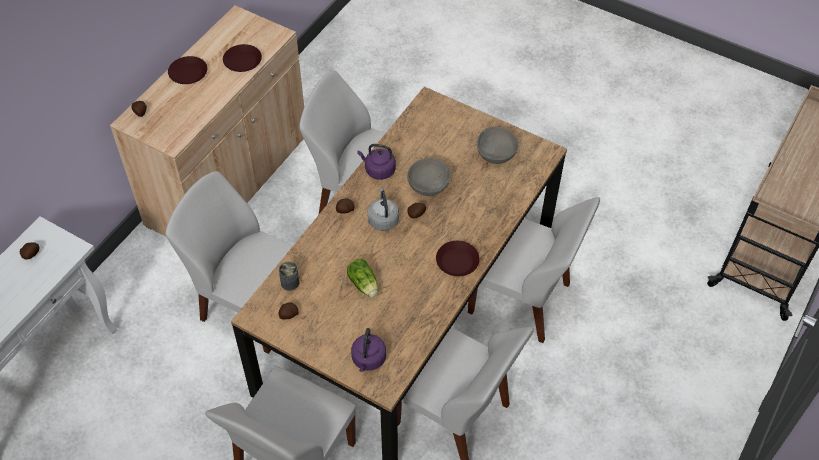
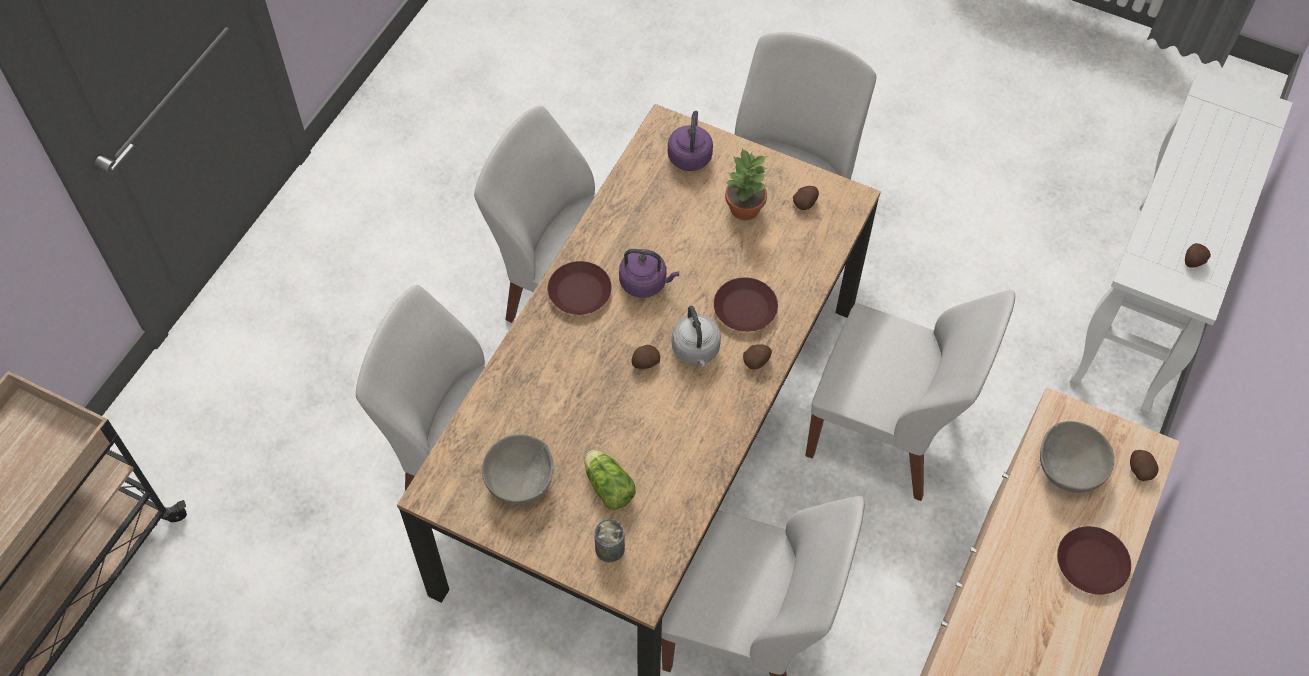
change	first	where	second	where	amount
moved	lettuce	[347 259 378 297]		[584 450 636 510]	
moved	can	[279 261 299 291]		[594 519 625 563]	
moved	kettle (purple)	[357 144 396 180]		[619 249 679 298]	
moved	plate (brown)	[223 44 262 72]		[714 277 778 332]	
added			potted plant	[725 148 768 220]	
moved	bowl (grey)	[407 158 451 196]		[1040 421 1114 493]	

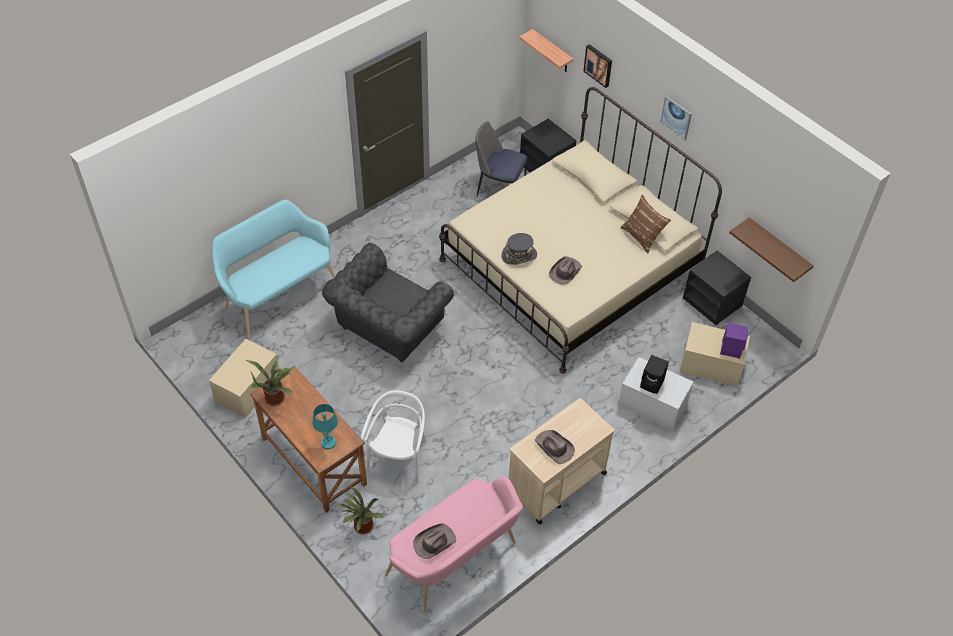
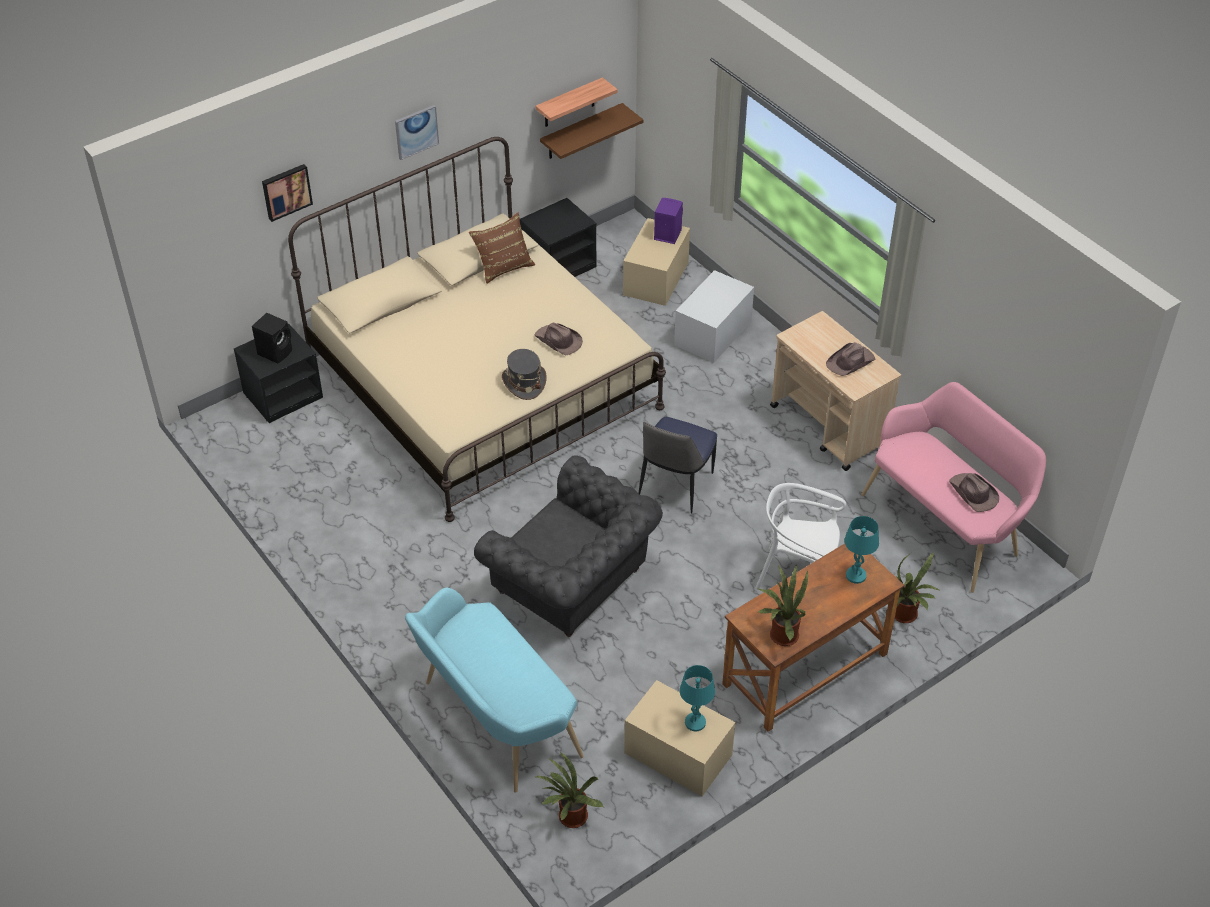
change	first	where	second	where	amount
moved	speaker (black)	[640 355 669 394]		[252 313 292 364]	
added			potted plant	[535 752 603 828]	
moved	shelf	[519 29 573 72]		[536 77 618 127]	
moved	chair	[475 121 528 197]		[638 417 717 514]	
added			table lamp (turquoise)	[680 665 715 731]	

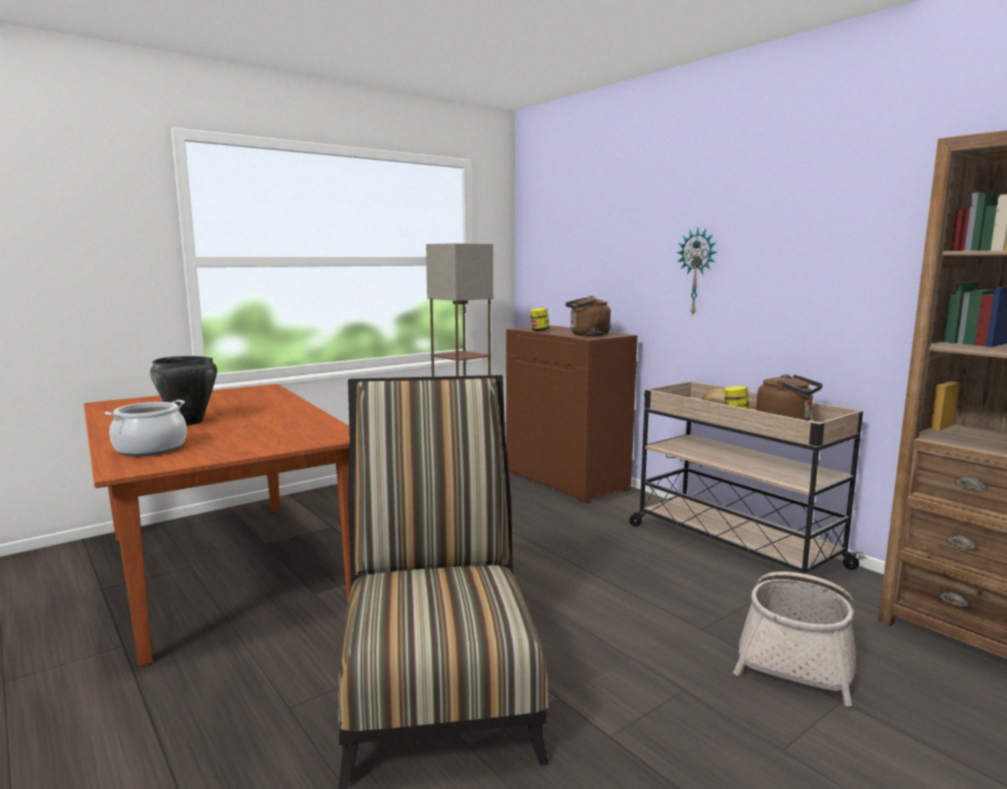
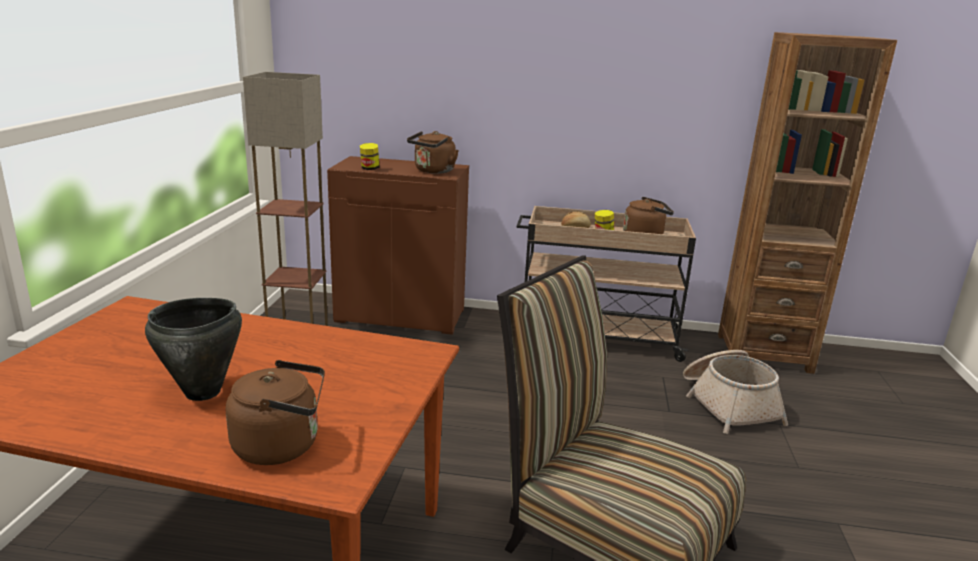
change	first	where	second	where	amount
replaced	cooking pot	[105 400 187 456]	kettle (brown)	[226 360 325 465]	
removed	wall clock	[677 228 718 317]			

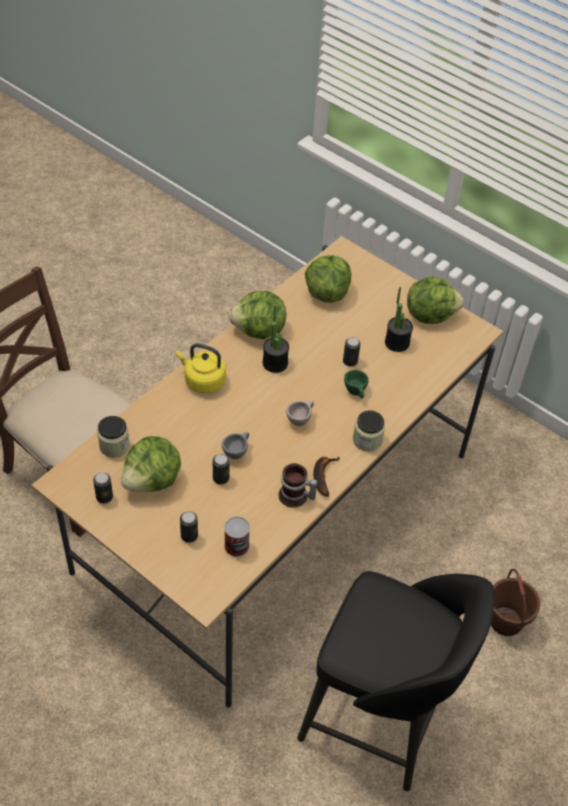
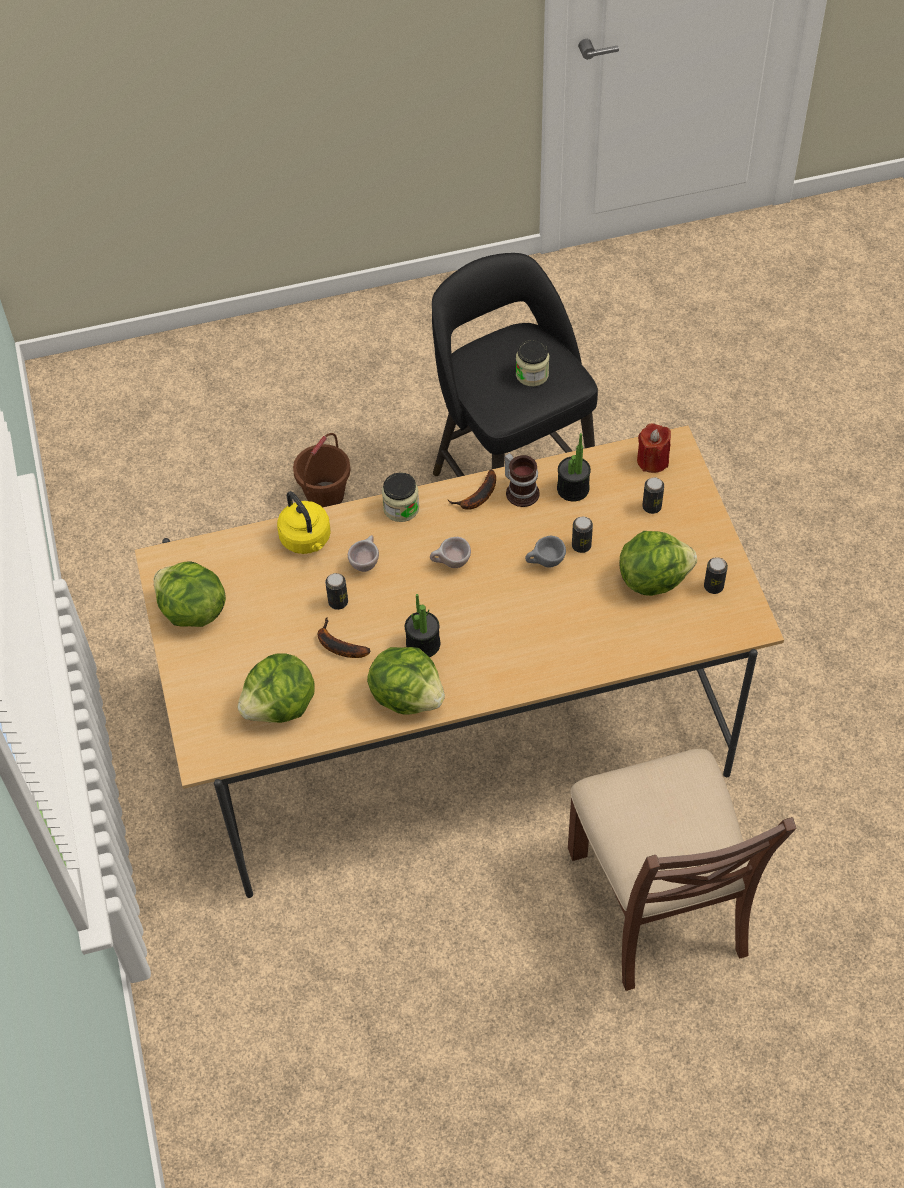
change	first	where	second	where	amount
moved	kettle (yellow)	[176 343 226 393]		[277 491 331 554]	
added			banana	[317 617 371 658]	
recoloured	cup (green)	[344 370 369 398]	cup (beige)	[348 535 379 572]	
moved	jar	[97 416 130 457]		[516 340 550 386]	
moved	potted plant	[385 287 413 352]		[557 433 591 502]	
added			candle (red)	[637 424 671 473]	
removed	can	[224 517 250 557]			

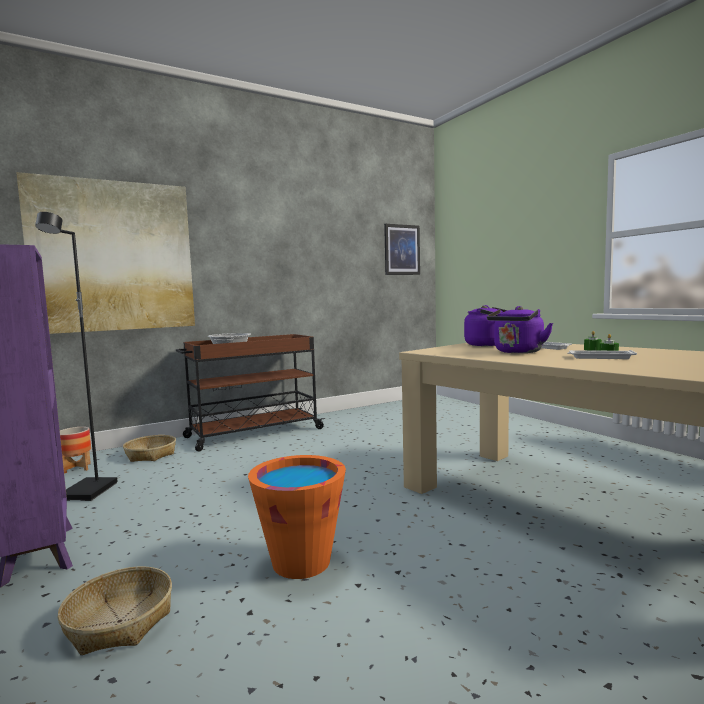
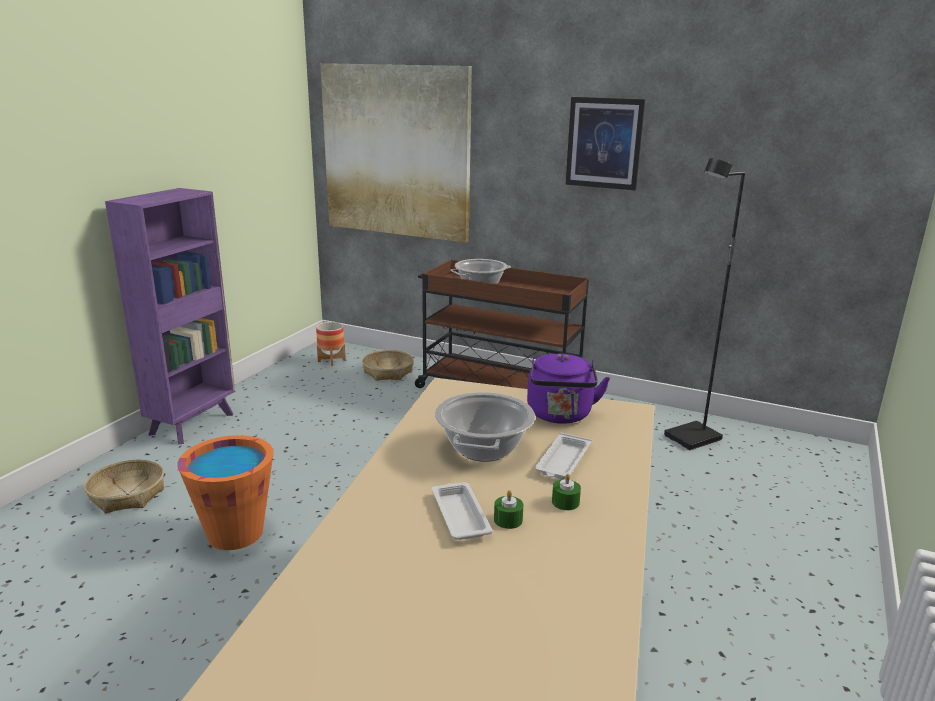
change	first	where	second	where	amount
replaced	kettle (purple)	[487 306 553 353]	cooking pot	[435 392 535 462]	
moved	picture	[384 224 420 275]		[565 97 645 190]	
moved	floor lamp (black)	[35 212 118 501]		[664 158 745 450]	

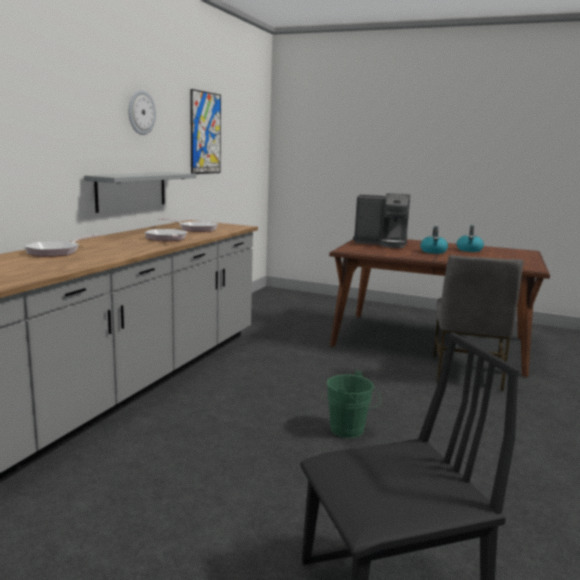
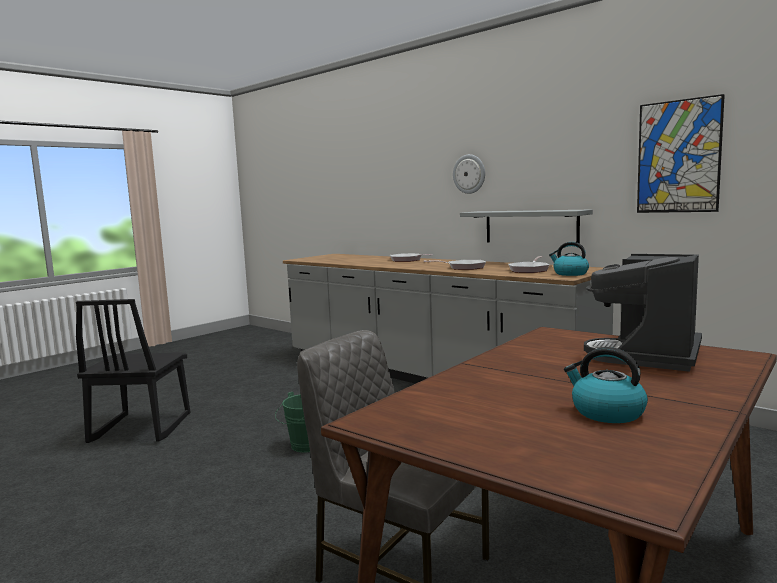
change	first	where	second	where	amount
moved	wall clock	[128 90 156 135]		[453 154 485 194]	
moved	kettle	[420 226 448 254]		[549 242 589 276]	

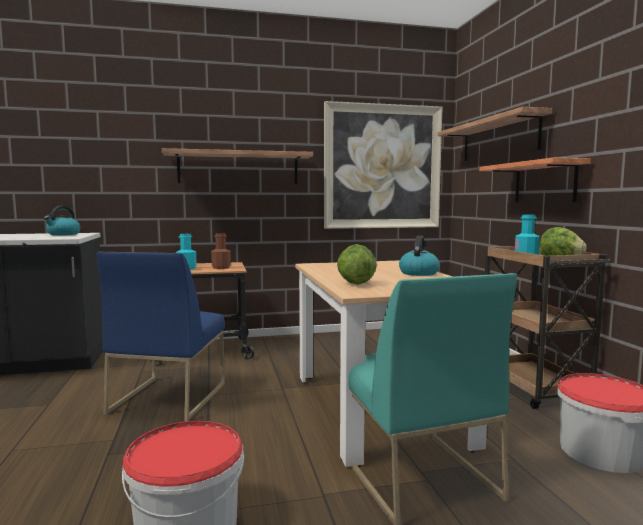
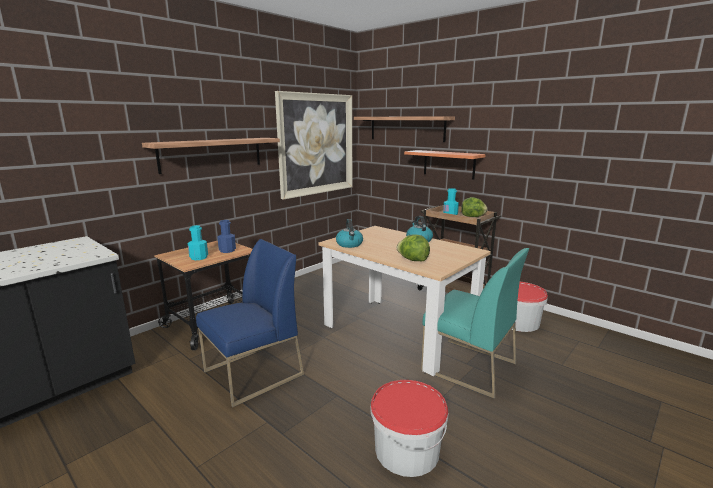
change	first	where	second	where	amount
turned	chair (blue)	[97 251 225 422]		[196 239 304 407]	105 degrees counterclockwise
recoloured	bottle (brown)	[211 233 231 269]	bottle (blue)	[217 220 236 253]	
moved	kettle	[44 206 80 235]		[336 219 363 248]	

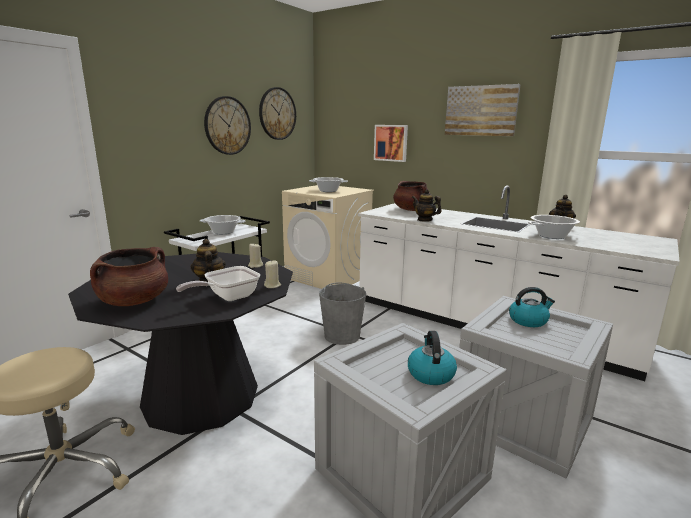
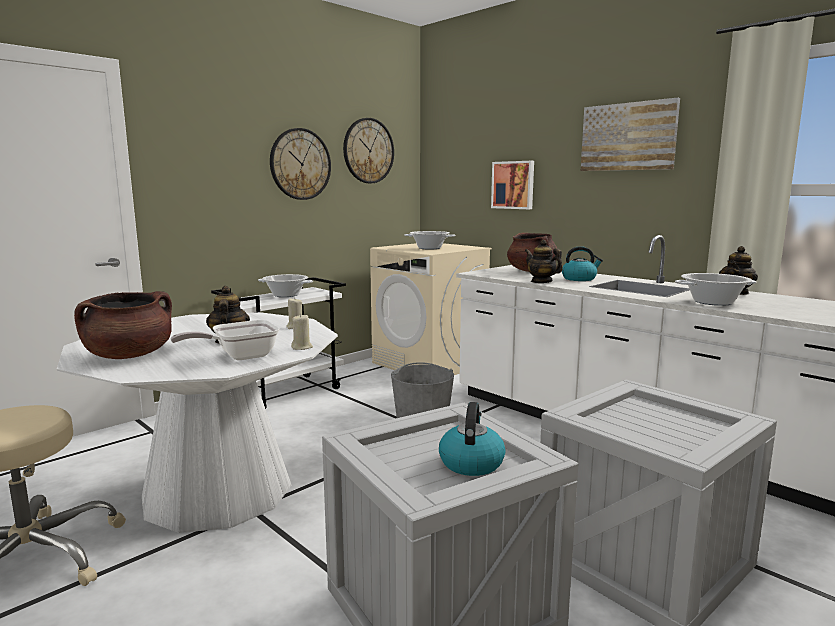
change	first	where	second	where	amount
recoloured	dining table (black)	[68 252 293 435]	dining table (white)	[57 312 338 533]	
moved	kettle	[509 287 555 327]		[562 246 603 281]	

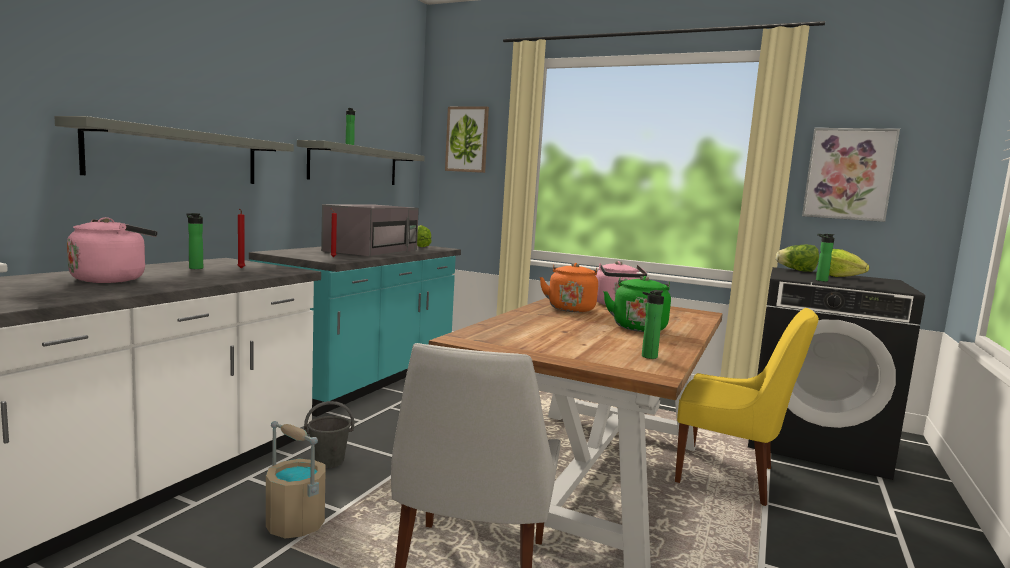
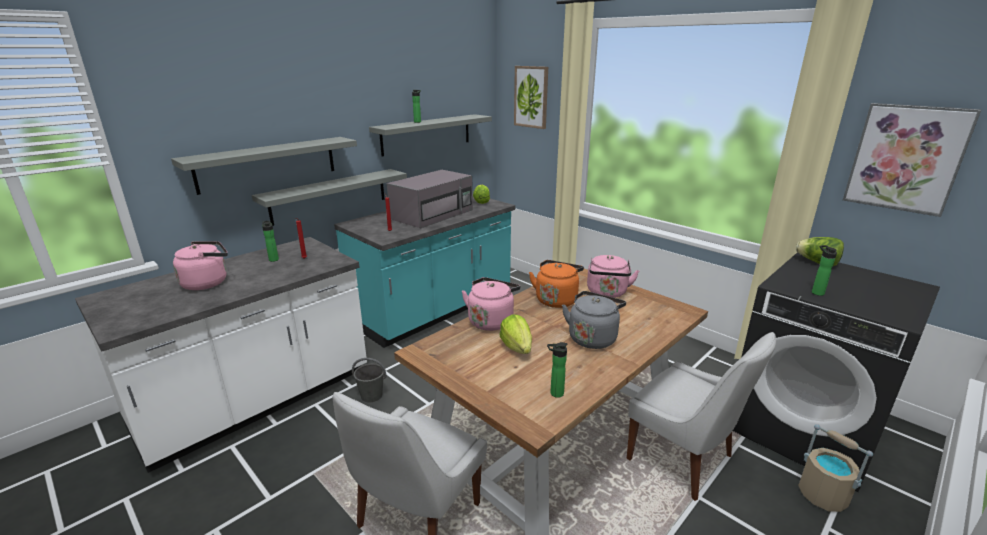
change	first	where	second	where	amount
added			shelf (grey)	[252 169 407 226]	
added			kettle (pink)	[462 277 520 331]	
moved	lettuce	[829 249 869 277]		[500 314 532 354]	
recoloured	kettle (green)	[603 276 671 332]	kettle (grey)	[562 291 626 349]	
recoloured	chair (yellow)	[675 308 819 506]	chair (white)	[627 332 776 501]	
moved	bucket (beige)	[266 421 326 538]		[798 424 873 512]	

